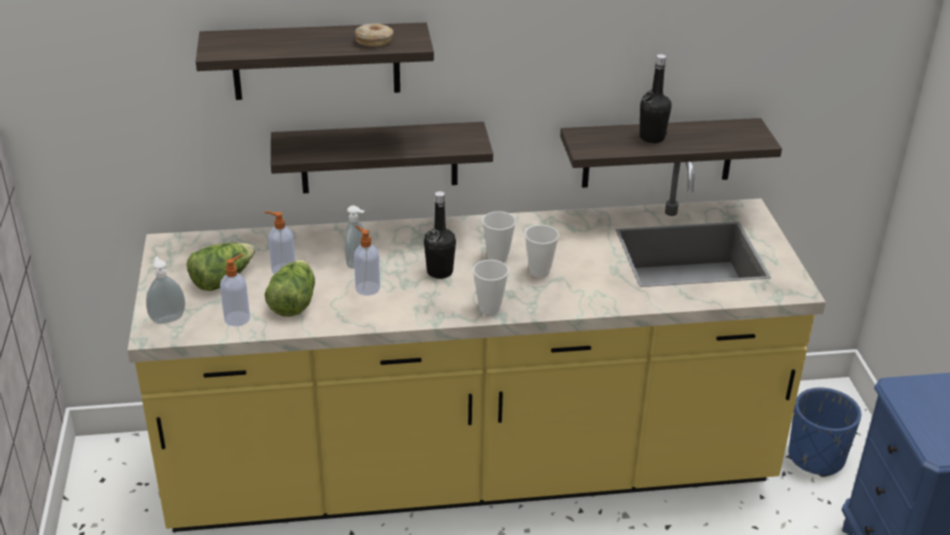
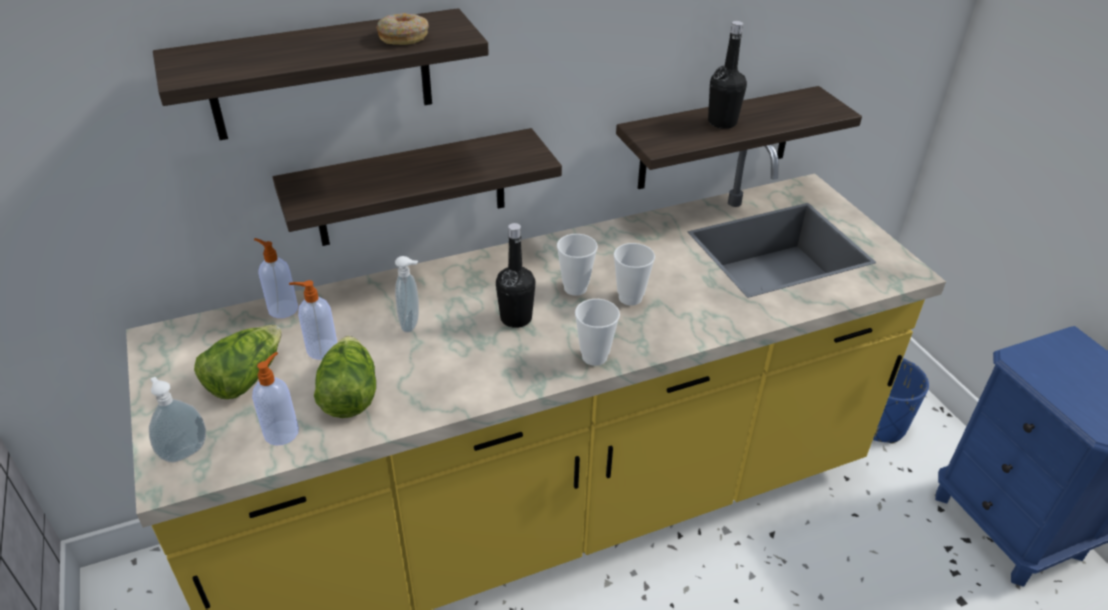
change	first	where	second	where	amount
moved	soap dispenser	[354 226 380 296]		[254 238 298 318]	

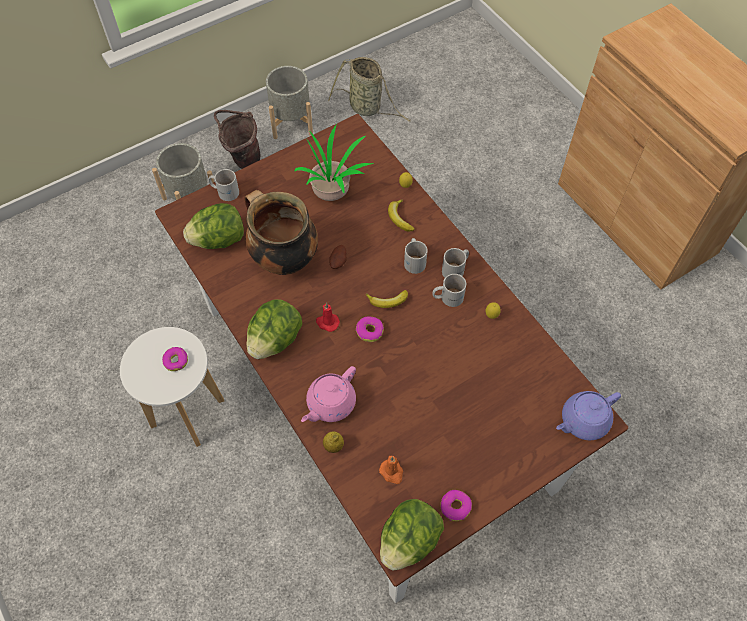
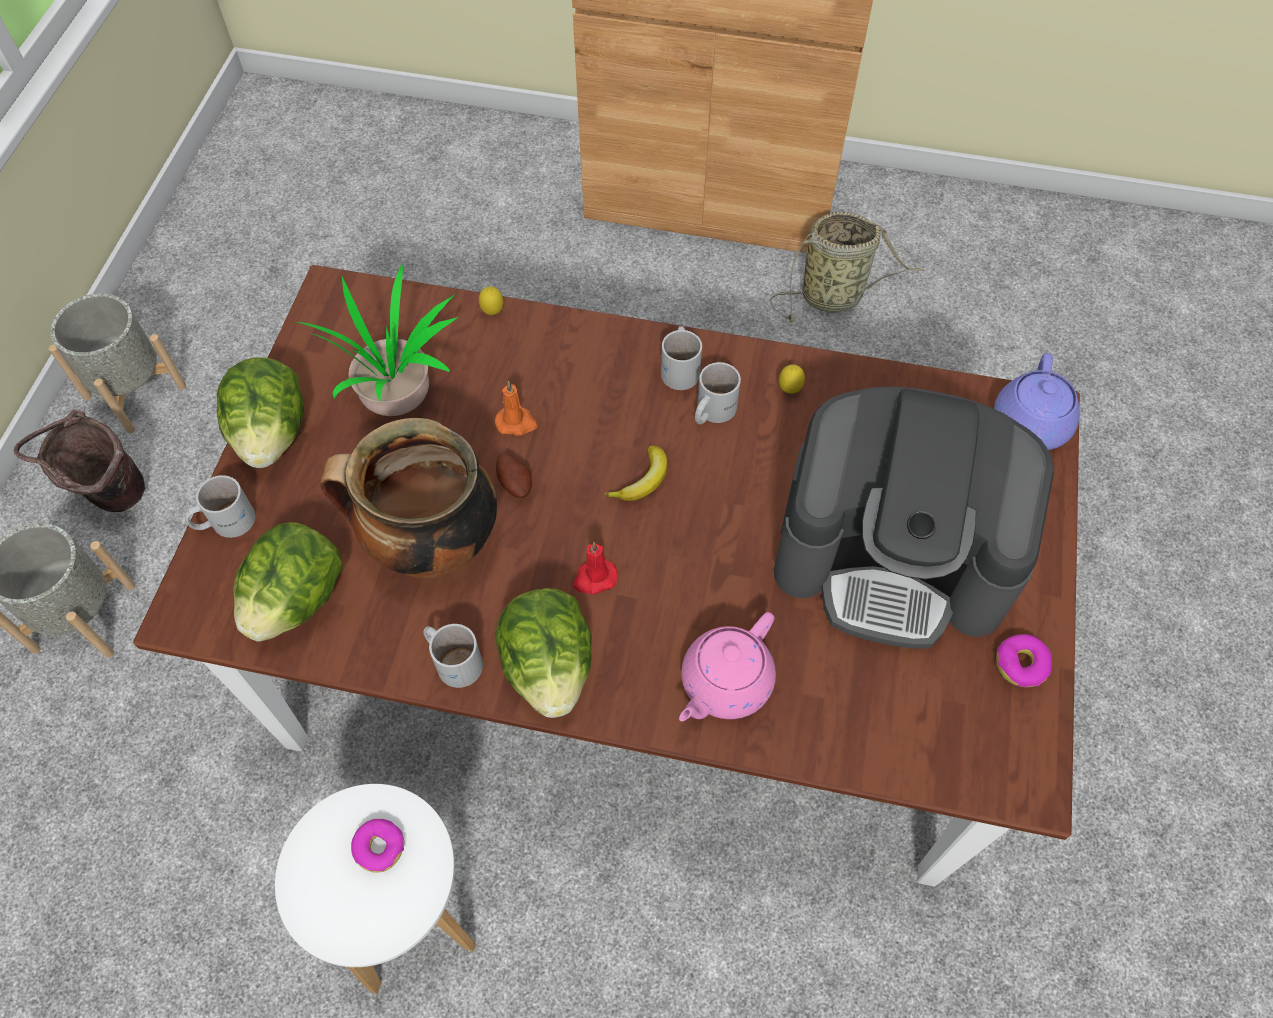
change	first	where	second	where	amount
moved	lettuce	[380 499 444 570]		[217 357 304 468]	
moved	mug (white)	[404 238 428 274]		[423 624 483 688]	
moved	candle (orange)	[379 456 403 484]		[495 381 538 436]	
turned	teapot (pink)	[301 366 356 422]		[679 612 776 721]	45 degrees clockwise
moved	basket	[328 57 411 122]		[770 211 924 323]	
added			coffee machine	[774 387 1054 649]	
removed	lemon	[323 431 344 453]			
removed	donut	[356 316 384 342]			
removed	banana	[388 199 415 231]			

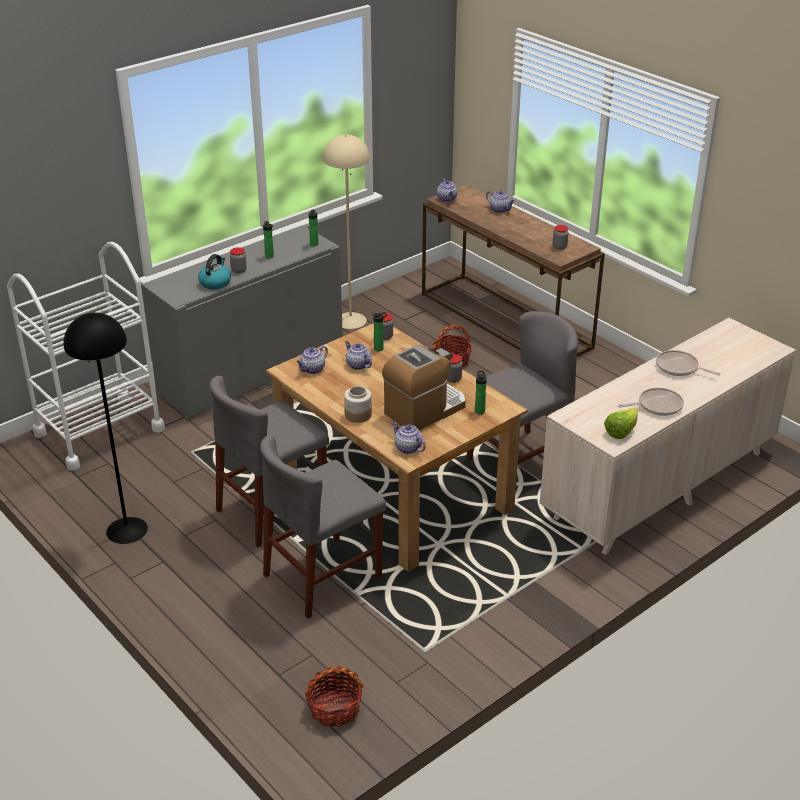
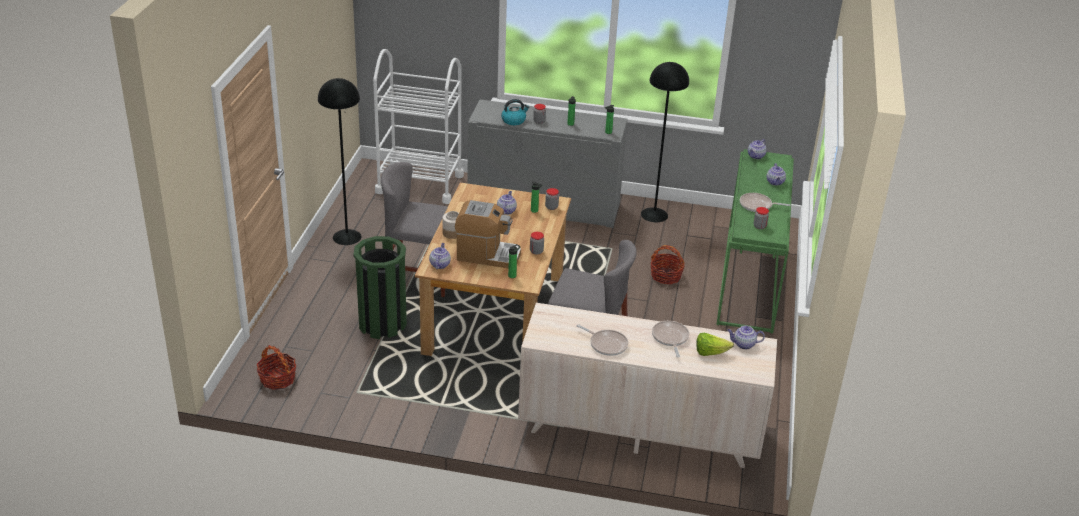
change	first	where	second	where	amount
replaced	chair (grey)	[260 435 386 619]	trash can (green)	[353 236 407 339]	
recoloured	floor lamp (beige)	[323 134 370 329]	floor lamp (black)	[641 62 689 222]	
moved	lettuce	[604 407 638 439]		[696 333 734 356]	
recoloured	console table (brown)	[422 184 605 356]	console table (green)	[716 149 794 334]	
moved	teapot	[296 346 328 374]		[727 326 765 349]	
added			frying pan	[740 193 790 212]	

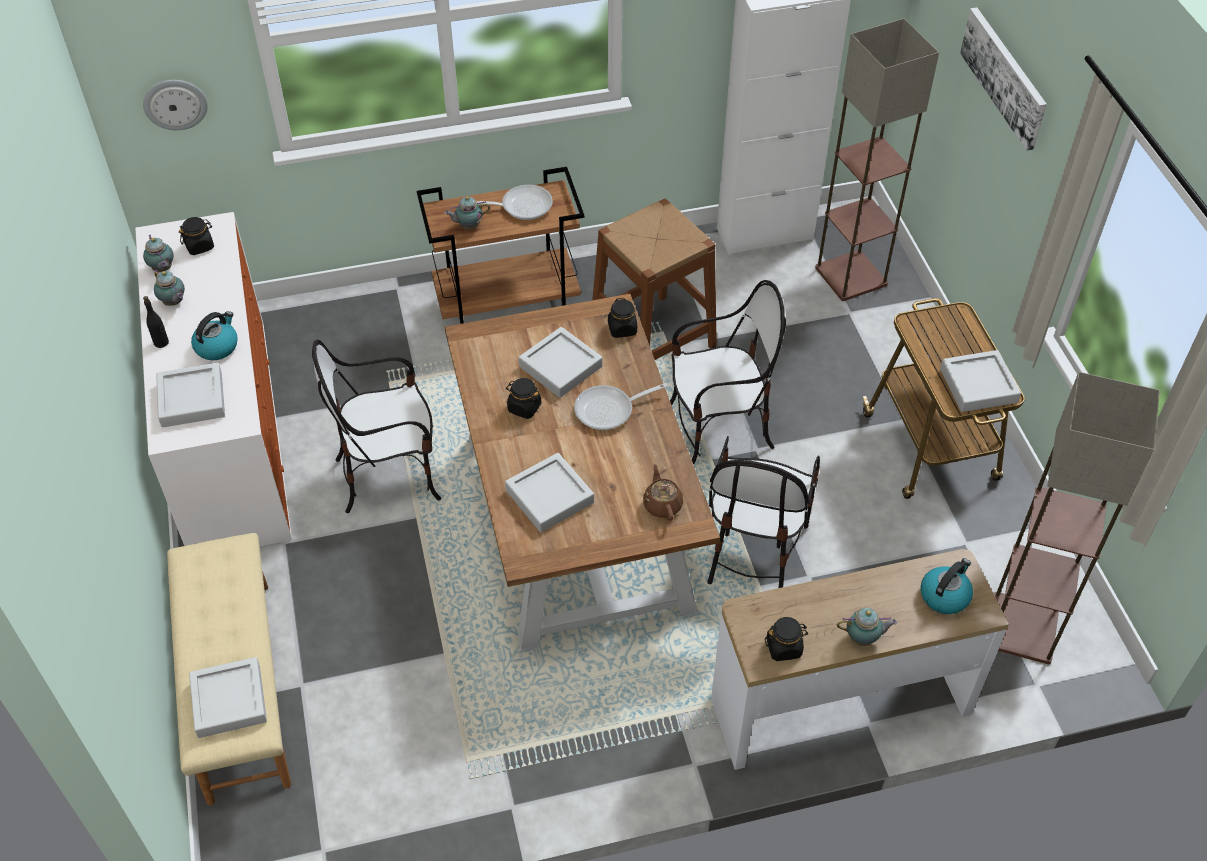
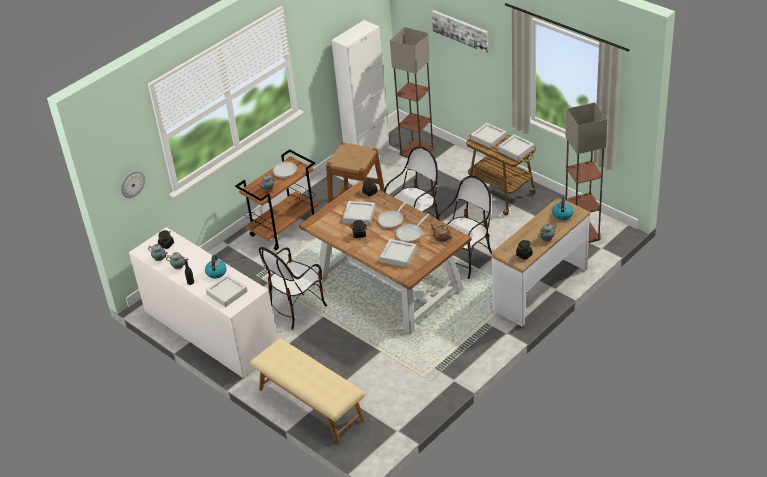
change	first	where	second	where	amount
added			frying pan	[396 214 429 242]	
turned	chair	[708 436 820 588]		[436 176 492 279]	120 degrees counterclockwise
moved	tray (grey)	[189 657 267 738]		[471 123 507 148]	

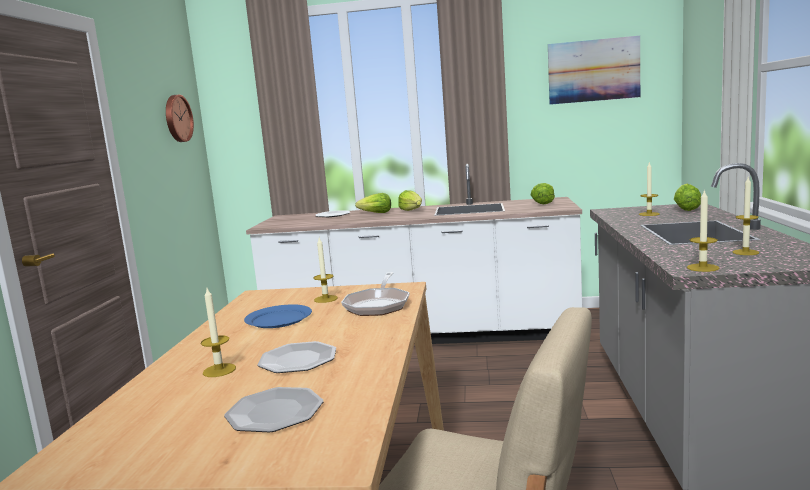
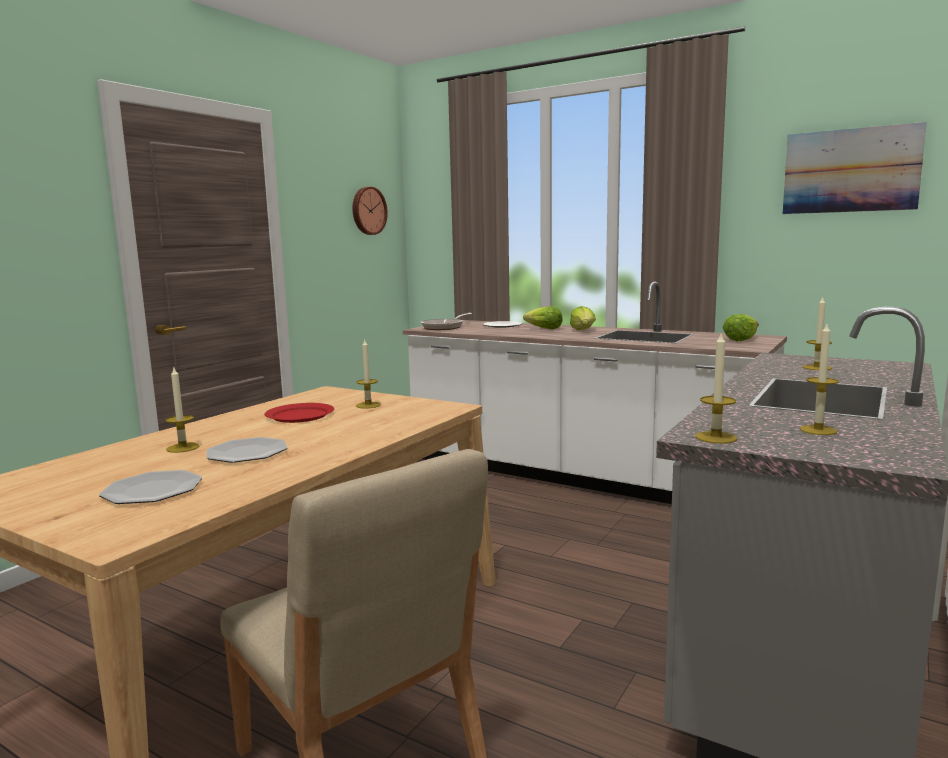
change	first	where	second	where	amount
recoloured	plate (blue)	[244 304 312 328]	plate (red)	[265 403 334 423]	
moved	frying pan	[341 272 410 316]		[421 313 472 330]	
removed	lettuce	[674 183 701 211]			

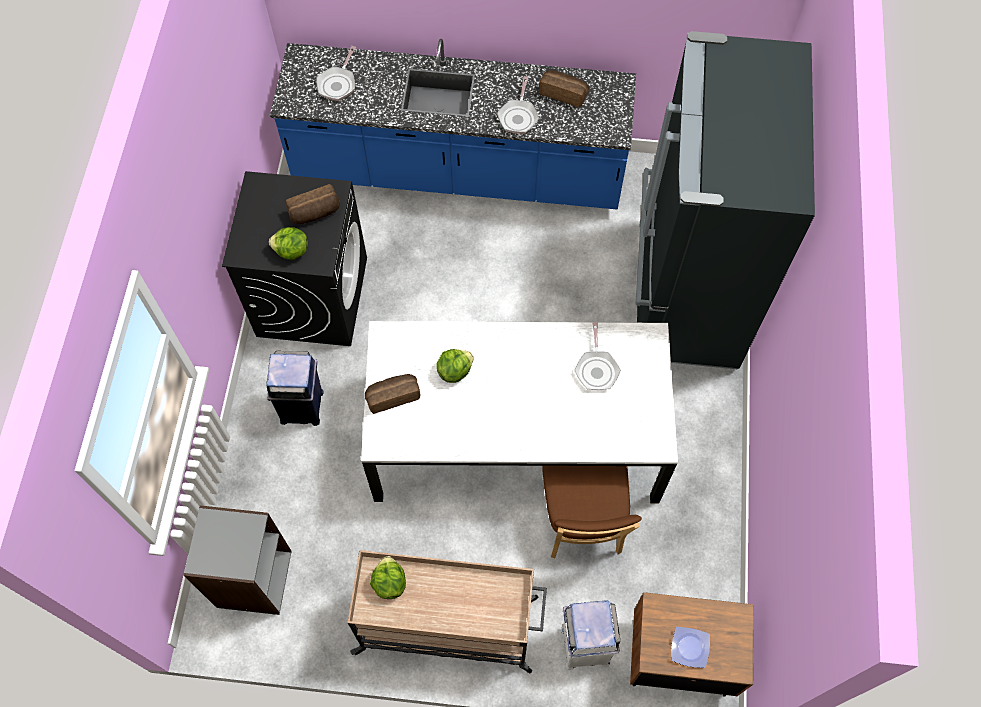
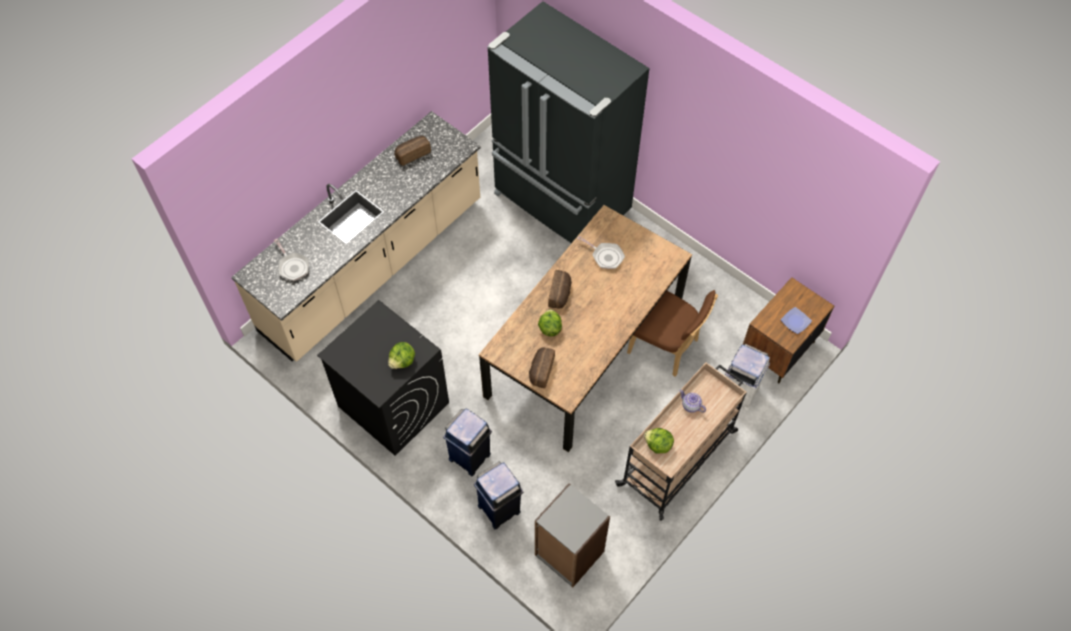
change	first	where	second	where	amount
recoloured	counter (blue)	[270 39 636 209]	counter (beige)	[231 111 481 362]	
added			trash can (blue)	[474 462 523 529]	
recoloured	dining table (white)	[361 321 678 503]	dining table (brown)	[479 205 692 452]	
moved	bread	[286 184 340 224]		[548 270 572 308]	
added			teapot	[680 390 706 413]	
removed	frying pan	[497 76 539 134]			

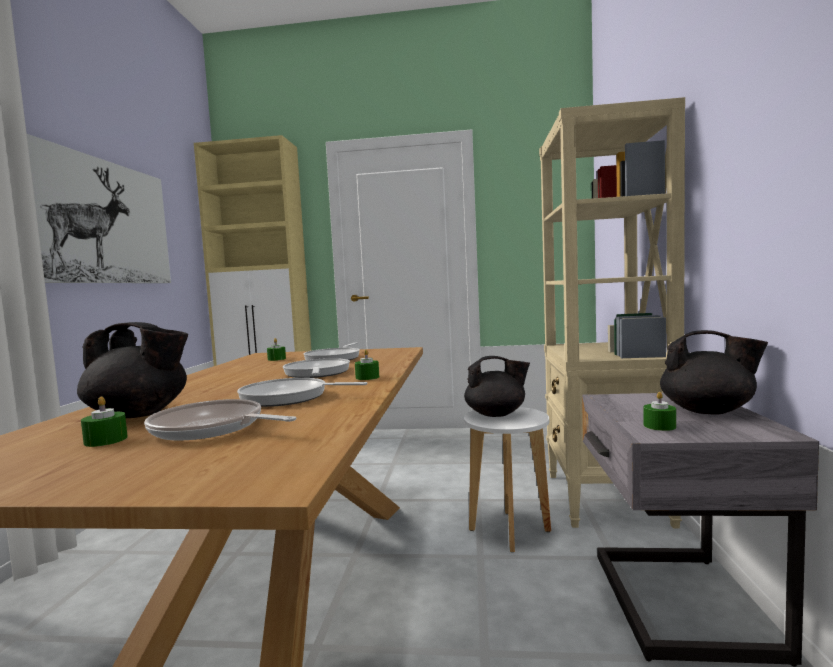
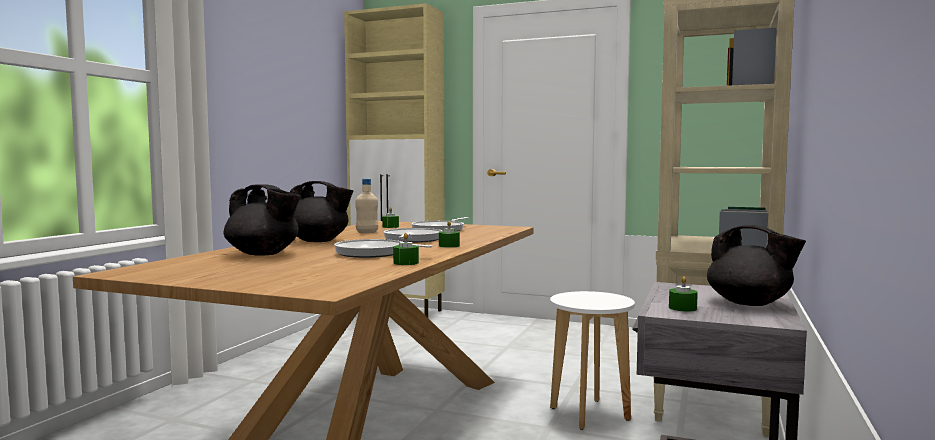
change	first	where	second	where	amount
moved	teapot (black)	[464 356 530 417]		[290 181 354 242]	
added			bottle (beige)	[355 179 378 233]	
moved	candle (green)	[81 396 128 447]		[393 233 419 265]	
removed	picture	[27 134 171 283]			
removed	frying pan	[144 399 296 441]			

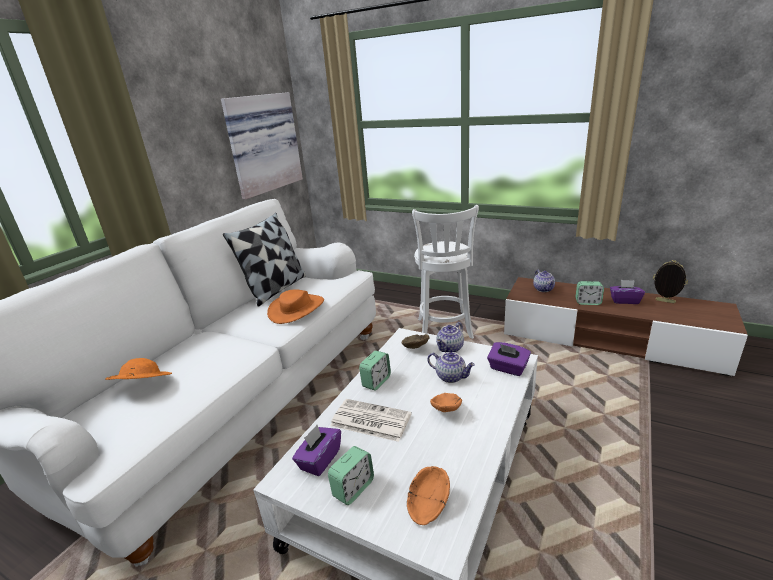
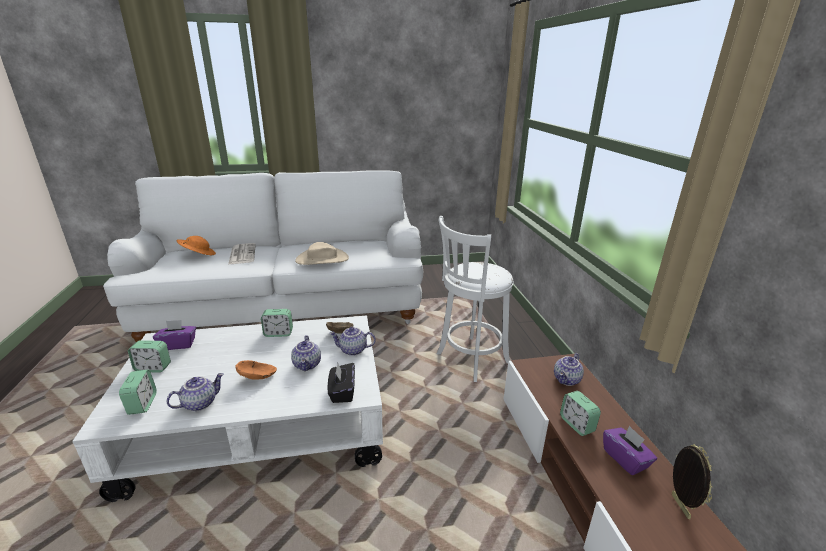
change	first	where	second	where	amount
replaced	bowl (orange)	[407 466 450 525]	alarm clock	[119 370 157 415]	
added			teapot	[167 373 224 411]	
moved	newspaper	[330 399 412 442]		[228 243 256 265]	
recoloured	hat (orange)	[267 289 324 324]	hat (beige)	[295 242 349 265]	
recoloured	tissue box (purple)	[487 342 531 376]	tissue box (black)	[327 363 355 403]	
removed	picture	[221 92 303 200]			
removed	pillow	[223 213 306 307]			

